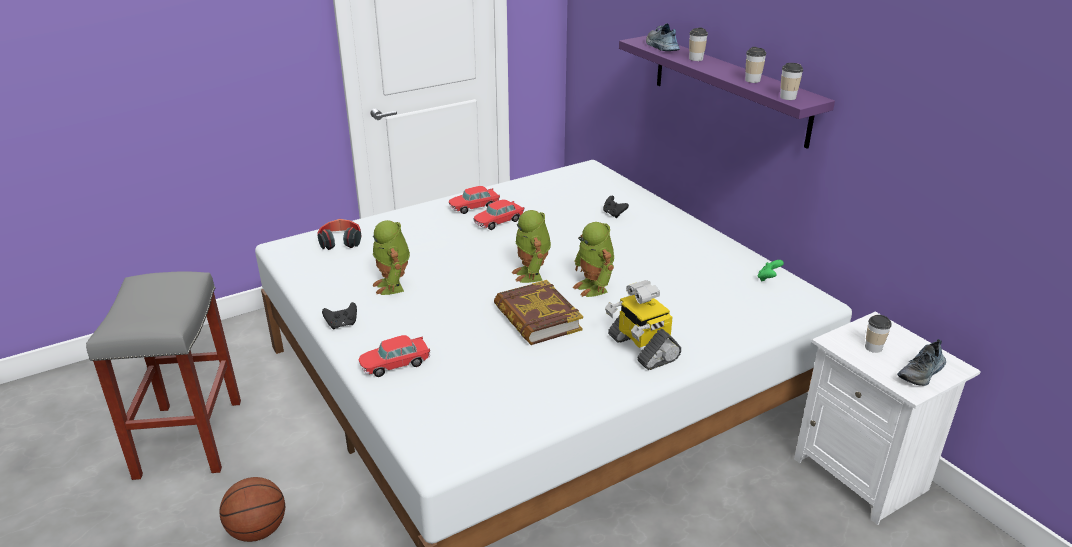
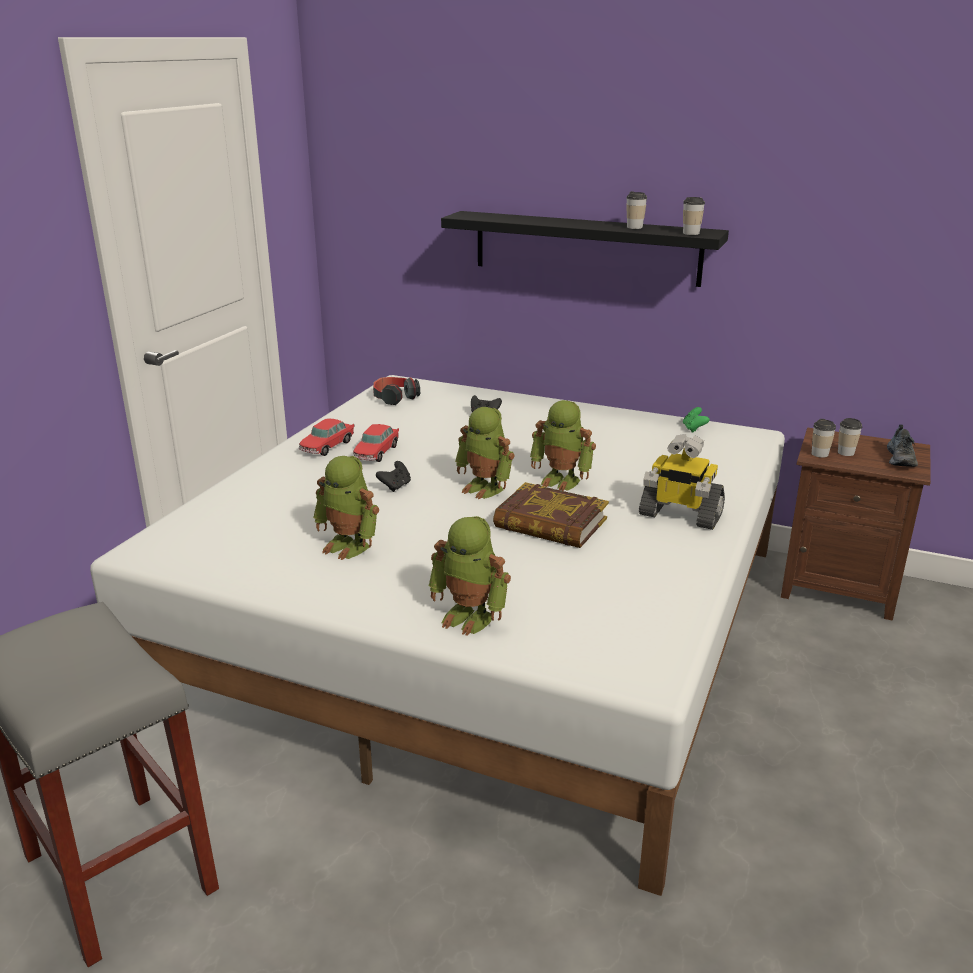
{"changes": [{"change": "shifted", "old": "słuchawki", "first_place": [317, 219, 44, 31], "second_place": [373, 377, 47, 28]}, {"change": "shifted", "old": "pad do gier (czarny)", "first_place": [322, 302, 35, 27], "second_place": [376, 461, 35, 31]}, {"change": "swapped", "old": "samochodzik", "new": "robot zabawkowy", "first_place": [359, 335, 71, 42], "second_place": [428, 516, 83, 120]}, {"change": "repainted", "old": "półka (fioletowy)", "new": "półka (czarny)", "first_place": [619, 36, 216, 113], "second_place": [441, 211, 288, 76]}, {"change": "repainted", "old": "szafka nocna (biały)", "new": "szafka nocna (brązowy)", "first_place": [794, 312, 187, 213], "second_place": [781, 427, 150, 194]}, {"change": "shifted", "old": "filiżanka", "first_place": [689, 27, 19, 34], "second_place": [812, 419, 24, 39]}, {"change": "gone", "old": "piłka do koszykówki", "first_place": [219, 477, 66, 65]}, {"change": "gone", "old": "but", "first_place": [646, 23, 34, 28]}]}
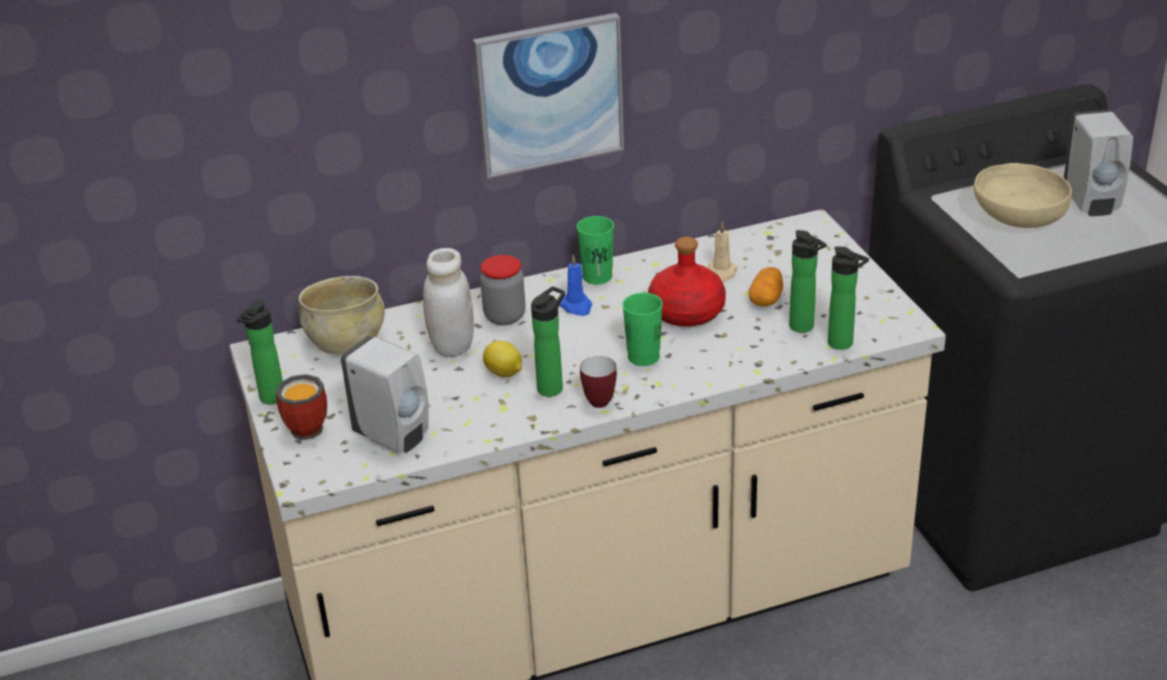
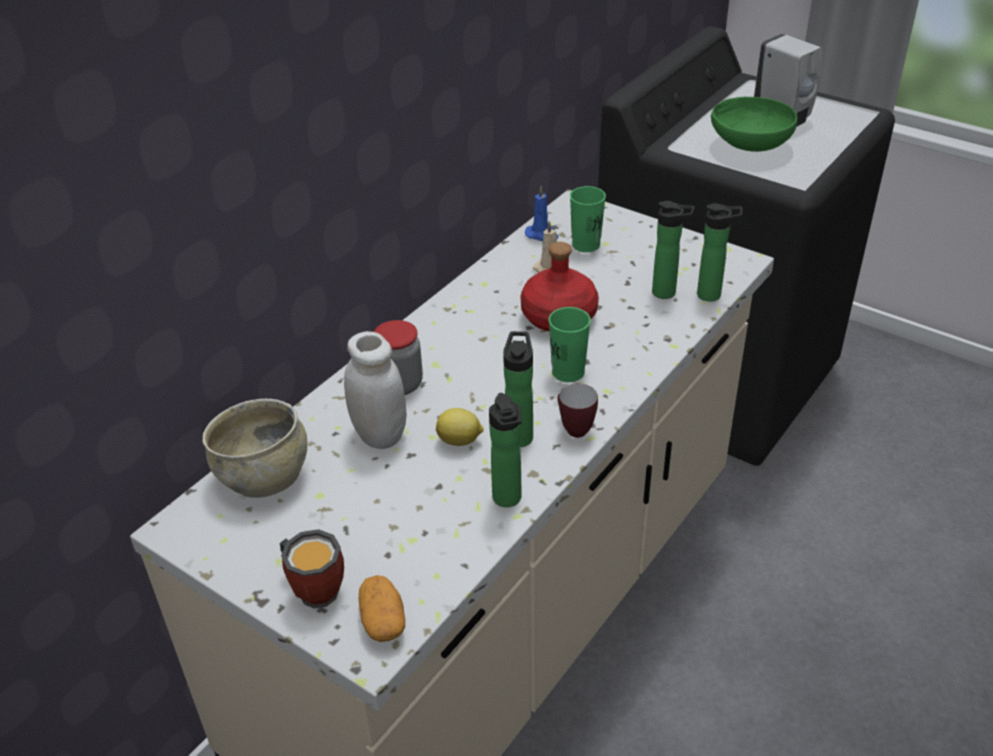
{"changes": [{"change": "shifted", "old": "ziemniak", "first_place": [749, 267, 34, 39], "second_place": [359, 575, 46, 67]}, {"change": "shifted", "old": "butelka", "first_place": [236, 299, 47, 106], "second_place": [489, 393, 33, 114]}, {"change": "shifted", "old": "świeca (niebieski)", "first_place": [559, 254, 33, 62], "second_place": [525, 186, 33, 55]}, {"change": "shifted", "old": "filiżanka (zielony)", "first_place": [577, 216, 37, 68], "second_place": [570, 186, 36, 66]}, {"change": "repainted", "old": "miska (beżowy)", "new": "miska (zielony)", "first_place": [973, 163, 99, 65], "second_place": [711, 97, 87, 55]}, {"change": "gone", "old": "dozownik mydła (biały)", "first_place": [341, 335, 88, 118]}, {"change": "gone", "old": "obraz", "first_place": [473, 13, 151, 166]}]}
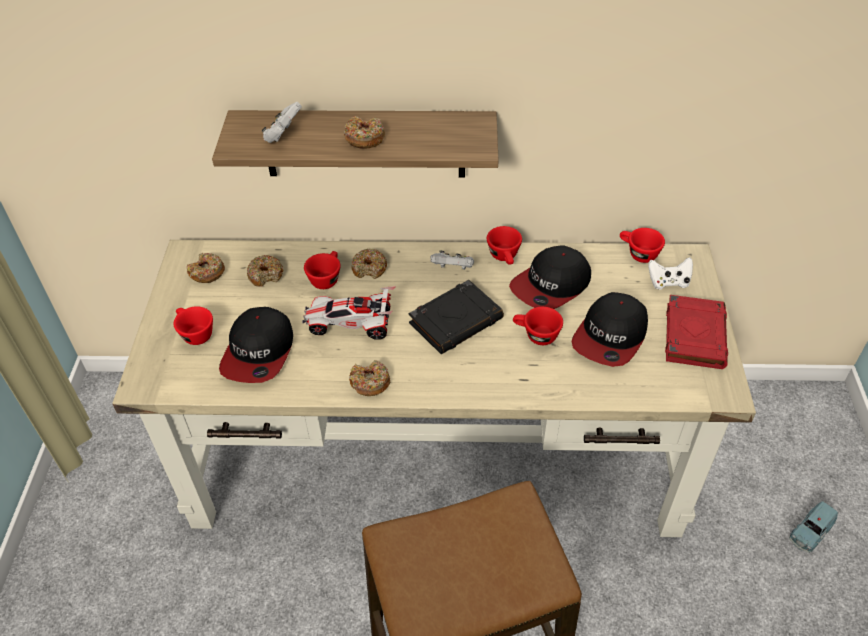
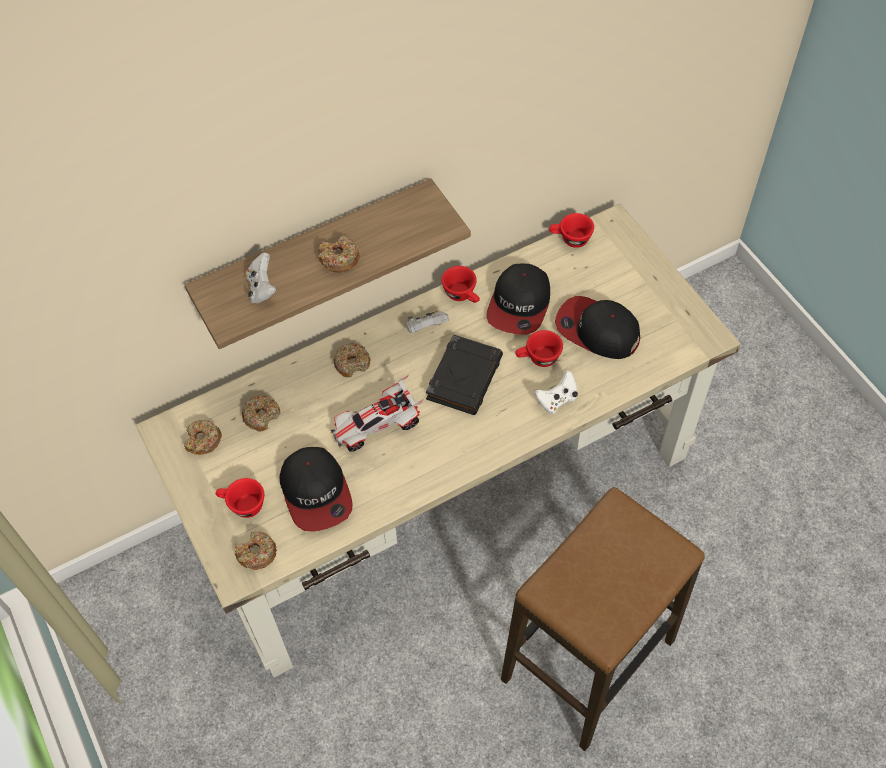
{"changes": [{"change": "shifted", "old": "donut", "first_place": [349, 360, 41, 36], "second_place": [235, 530, 42, 40]}, {"change": "shifted", "old": "pad do gier (biały)", "first_place": [648, 257, 45, 33], "second_place": [534, 370, 44, 44]}, {"change": "rotated", "old": "czapka z daszkiem", "first_place": [572, 292, 76, 75], "second_place": [555, 296, 85, 63], "degrees": 120}, {"change": "gone", "old": "filiżanka (czerwony)", "first_place": [304, 251, 36, 38]}, {"change": "gone", "old": "książka (czerwony)", "first_place": [665, 295, 63, 74]}, {"change": "gone", "old": "samochodzik (niebieski)", "first_place": [789, 501, 49, 52]}]}
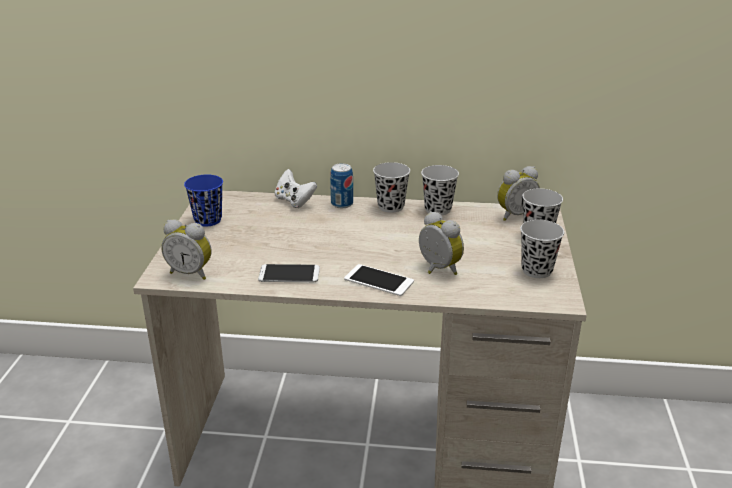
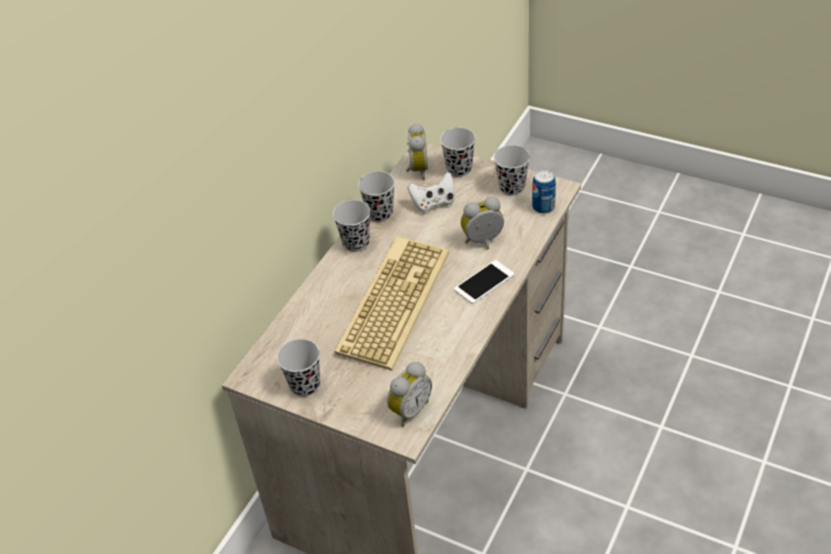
{"changes": [{"change": "repainted", "old": "filiżanka (niebieski)", "new": "filiżanka (czarny)", "first_place": [184, 175, 39, 51], "second_place": [277, 339, 43, 58]}, {"change": "new", "new": "klawiatura", "second_place": [335, 237, 114, 134]}, {"change": "shifted", "old": "pad do gier (biały)", "first_place": [275, 169, 42, 39], "second_place": [407, 172, 48, 40]}, {"change": "shifted", "old": "puszka", "first_place": [330, 163, 23, 45], "second_place": [532, 170, 24, 44]}, {"change": "gone", "old": "telefon", "first_place": [258, 264, 62, 18]}]}
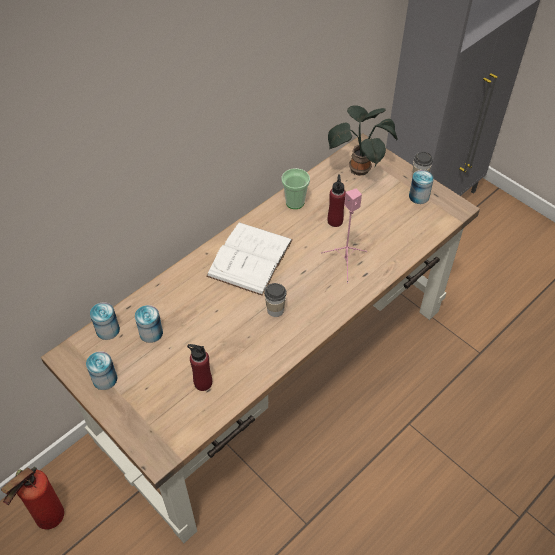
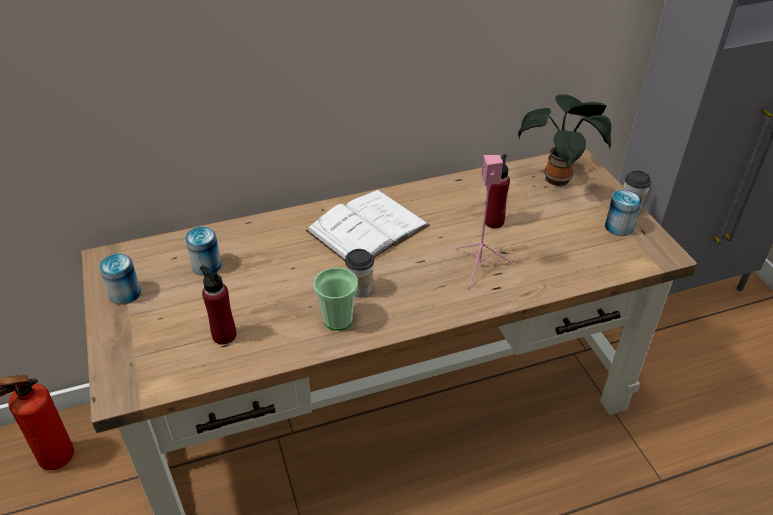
{"changes": [{"change": "shifted", "old": "filiżanka", "first_place": [281, 168, 29, 41], "second_place": [314, 268, 44, 63]}, {"change": "gone", "old": "puszka", "first_place": [90, 302, 30, 38]}]}
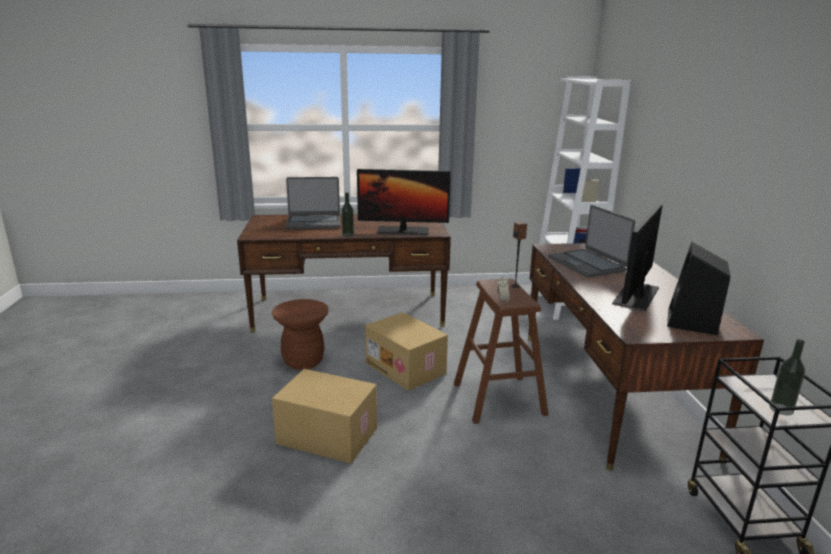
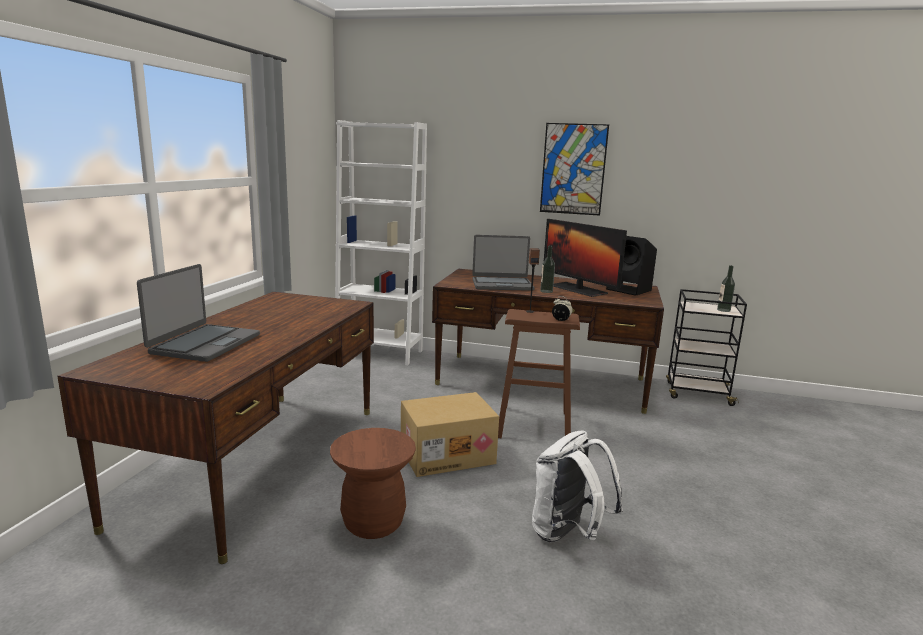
{"changes": [{"change": "swapped", "old": "karton", "new": "plecak (biały)", "first_place": [272, 369, 105, 95], "second_place": [532, 431, 91, 111]}, {"change": "new", "new": "obraz", "second_place": [540, 123, 69, 93]}, {"change": "shifted", "old": "butelka", "first_place": [341, 192, 13, 45], "second_place": [540, 246, 15, 47]}, {"change": "gone", "old": "monitor", "first_place": [357, 169, 94, 66]}]}
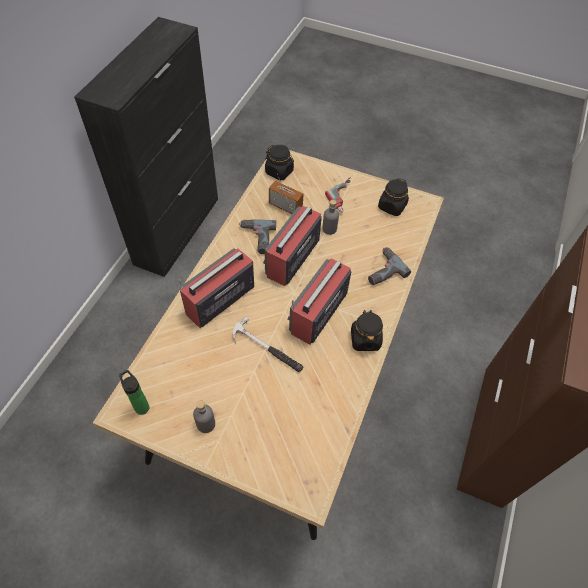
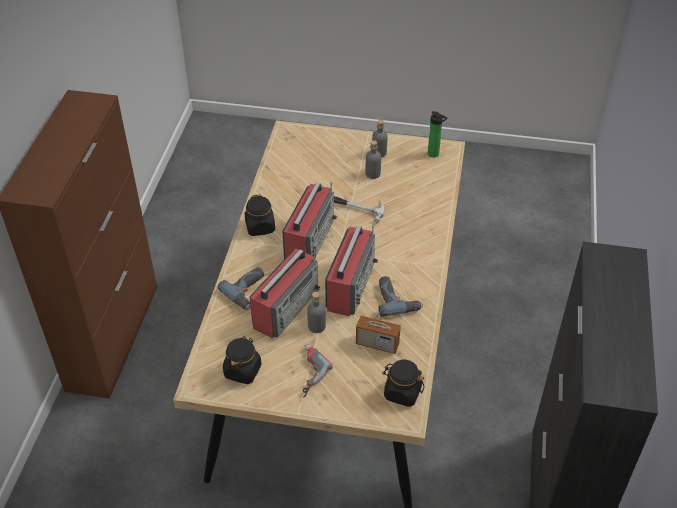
{"changes": [{"change": "shifted", "old": "radio", "first_place": [179, 248, 75, 80], "second_place": [250, 249, 70, 90]}, {"change": "new", "new": "butelka (szary)", "second_place": [365, 140, 16, 39]}]}
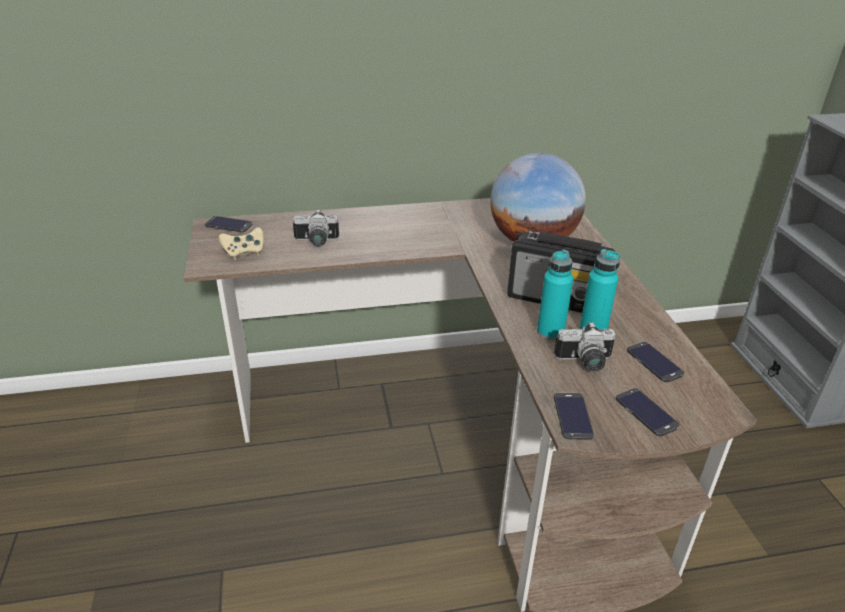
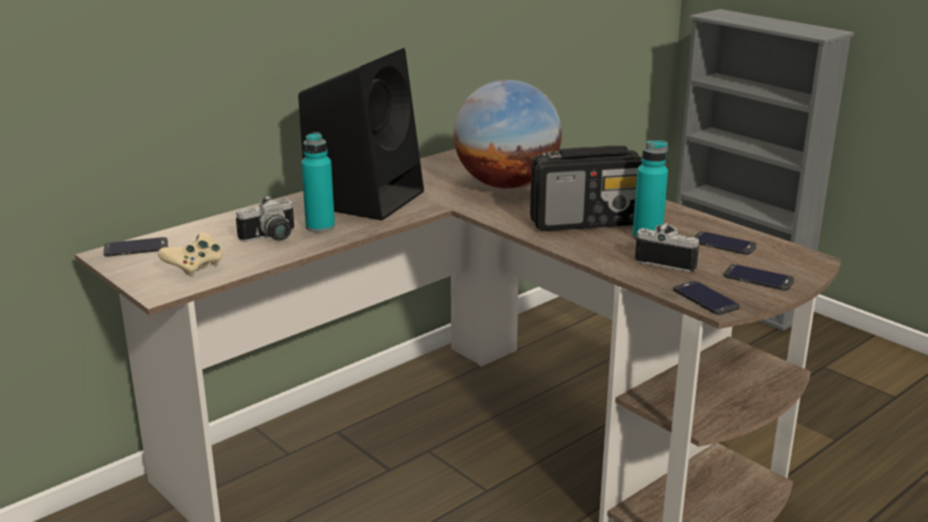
{"changes": [{"change": "new", "new": "głośnik (czarny)", "second_place": [298, 48, 126, 173]}, {"change": "shifted", "old": "butelka (turkusowy)", "first_place": [537, 250, 36, 90], "second_place": [301, 132, 34, 101]}, {"change": "rotated", "old": "aparat fotograficzny", "first_place": [554, 322, 62, 50], "second_place": [635, 223, 64, 49], "degrees": -120}]}
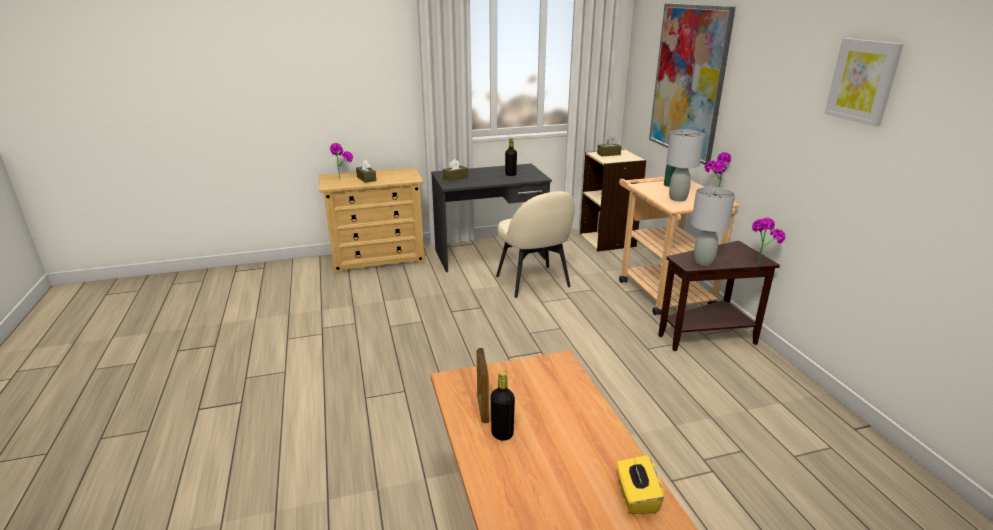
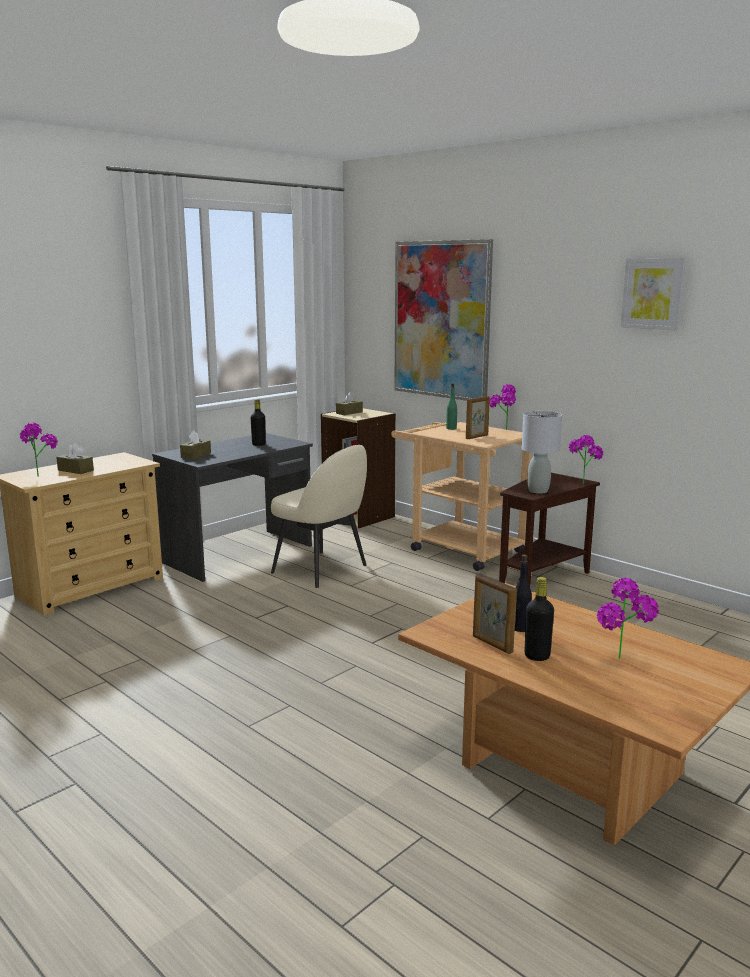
{"changes": [{"change": "swapped", "old": "lampa stołowa (szary)", "new": "ramka na zdjęcie", "first_place": [666, 129, 39, 72], "second_place": [466, 396, 24, 43]}, {"change": "new", "new": "butelka (czarny)", "second_place": [515, 554, 17, 78]}, {"change": "new", "new": "roślina doniczkowa", "second_place": [597, 578, 62, 81]}, {"change": "gone", "old": "pudełko chusteczek (żółty)", "first_place": [617, 455, 47, 59]}]}
